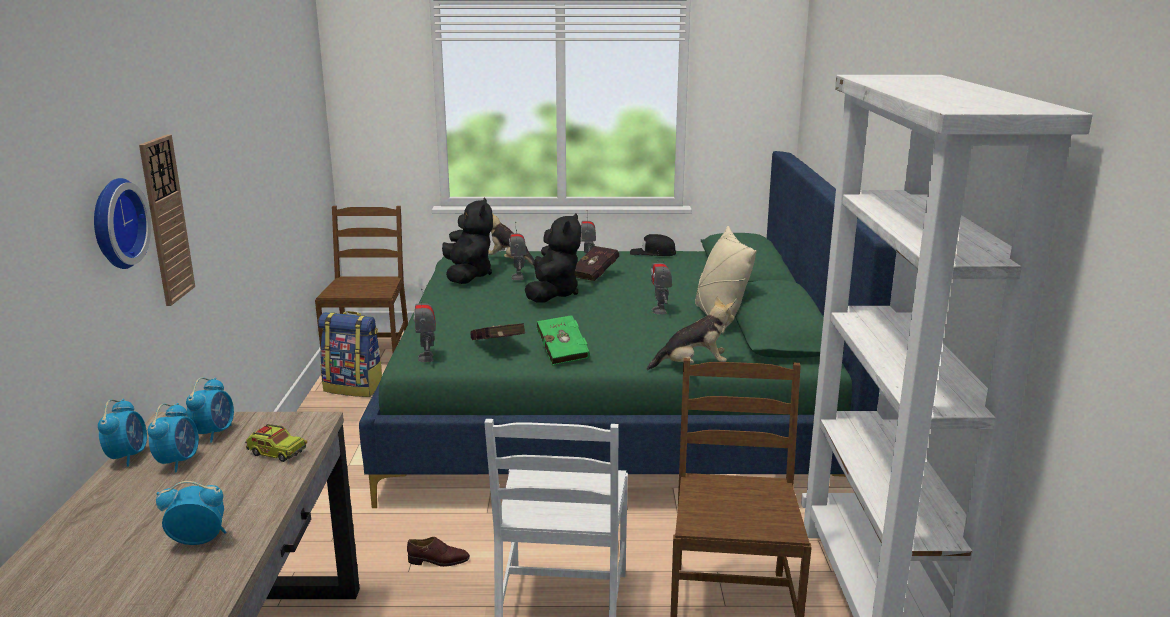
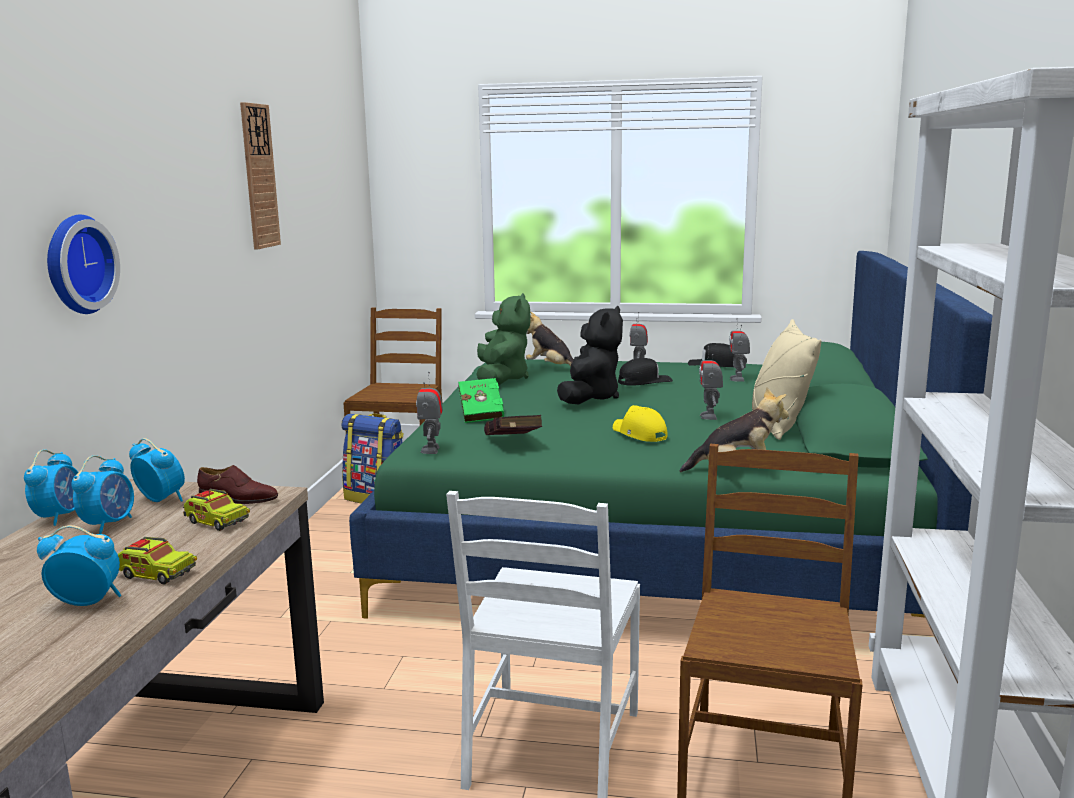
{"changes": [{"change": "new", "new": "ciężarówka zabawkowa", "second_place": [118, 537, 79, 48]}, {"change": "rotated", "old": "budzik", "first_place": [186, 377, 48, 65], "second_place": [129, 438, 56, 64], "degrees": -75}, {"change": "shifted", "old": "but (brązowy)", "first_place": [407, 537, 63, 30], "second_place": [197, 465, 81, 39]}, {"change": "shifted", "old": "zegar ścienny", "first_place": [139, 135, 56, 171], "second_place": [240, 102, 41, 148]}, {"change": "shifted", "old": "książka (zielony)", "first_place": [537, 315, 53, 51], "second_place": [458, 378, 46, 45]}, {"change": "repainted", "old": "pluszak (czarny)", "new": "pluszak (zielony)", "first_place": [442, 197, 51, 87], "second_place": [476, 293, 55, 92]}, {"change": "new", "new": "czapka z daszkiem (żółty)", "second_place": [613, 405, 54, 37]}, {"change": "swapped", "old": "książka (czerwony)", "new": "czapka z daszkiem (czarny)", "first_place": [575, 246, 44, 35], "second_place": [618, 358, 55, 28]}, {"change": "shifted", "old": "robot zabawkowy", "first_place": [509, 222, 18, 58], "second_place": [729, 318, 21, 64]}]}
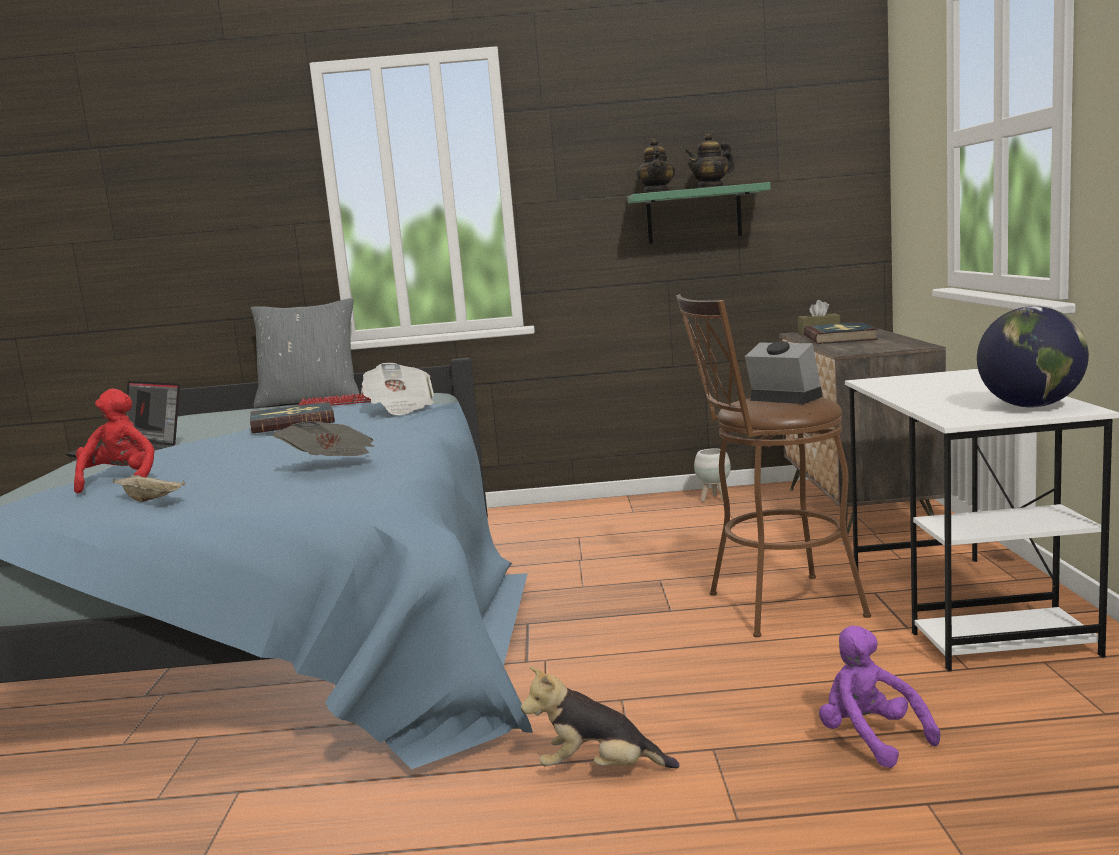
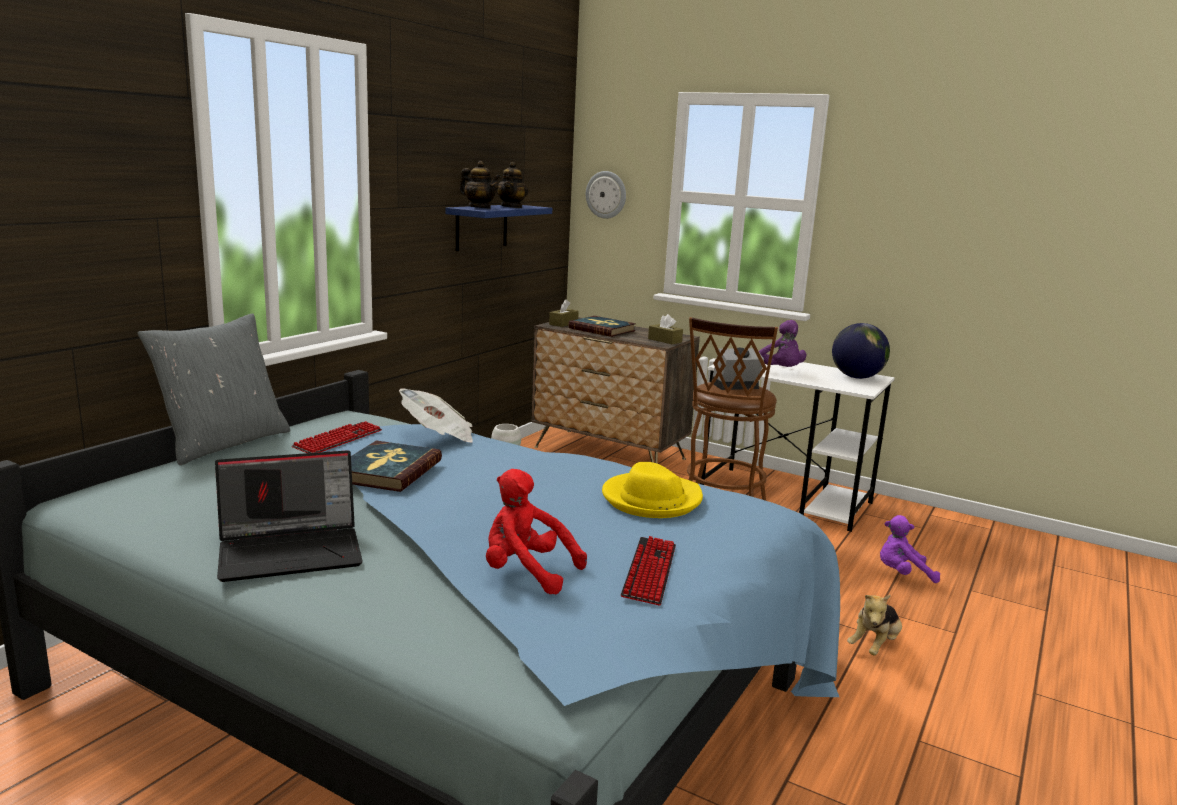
{"changes": [{"change": "repainted", "old": "półka (zielony)", "new": "półka (niebieski)", "first_place": [627, 182, 144, 62], "second_place": [445, 205, 107, 46]}, {"change": "new", "new": "zegar ścienny", "second_place": [586, 171, 40, 48]}, {"change": "swapped", "old": "gazeta", "new": "kapelusz (żółty)", "first_place": [272, 421, 102, 35], "second_place": [602, 462, 101, 56]}, {"change": "swapped", "old": "taca (beżowy)", "new": "klawiatura", "first_place": [113, 475, 72, 27], "second_place": [621, 536, 55, 70]}, {"change": "new", "new": "pudełko chusteczek (brązowy)", "second_place": [648, 314, 35, 30]}, {"change": "new", "new": "pluszak (fioletowy)", "second_place": [759, 320, 47, 47]}]}
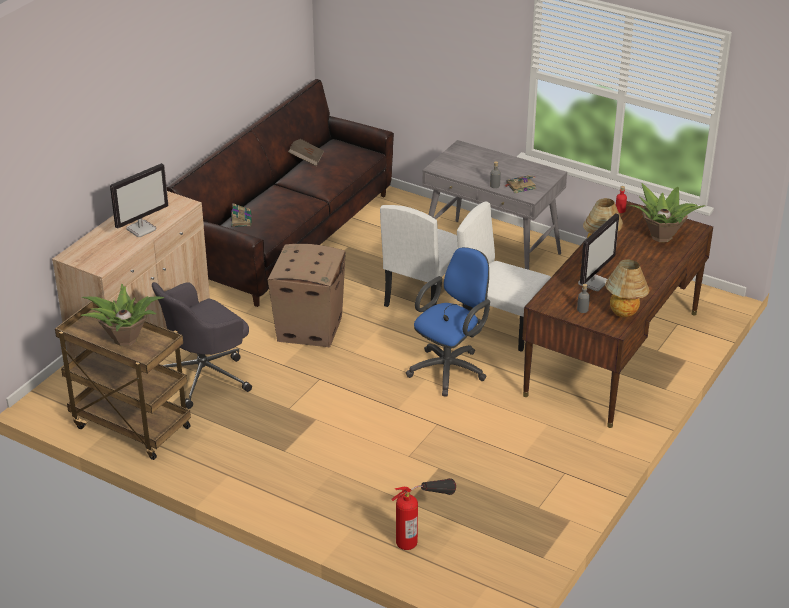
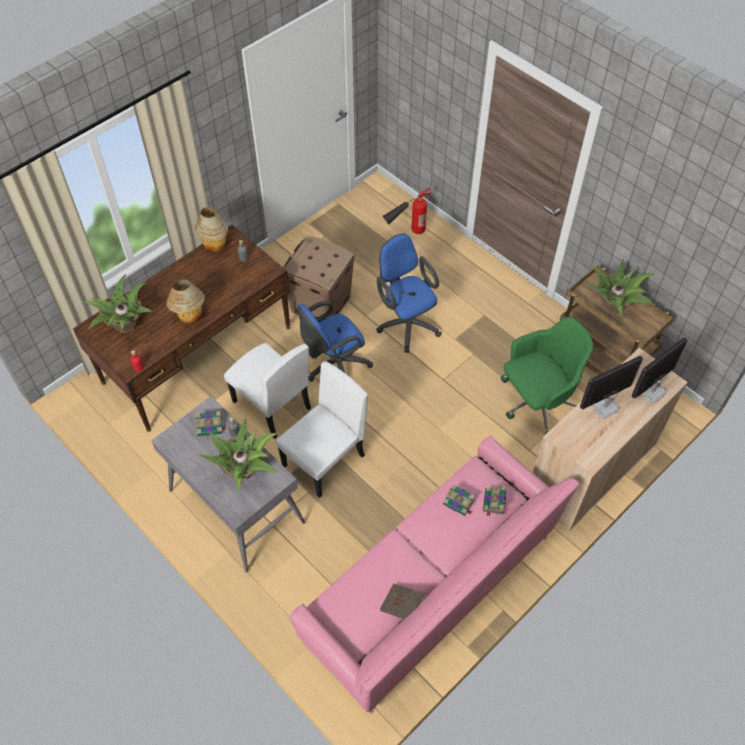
{"changes": [{"change": "new", "new": "roślina doniczkowa", "second_place": [199, 418, 79, 73]}, {"change": "shifted", "old": "karton", "first_place": [268, 244, 78, 104], "second_place": [283, 236, 71, 83]}, {"change": "repainted", "old": "kanapa (brązowy)", "new": "kanapa (różowy)", "first_place": [167, 79, 227, 228], "second_place": [289, 436, 290, 278]}, {"change": "new", "new": "krzesło biurowe (niebieski)", "second_place": [376, 233, 65, 120]}, {"change": "new", "new": "książka", "second_place": [443, 484, 32, 32]}, {"change": "repainted", "old": "krzesło biurowe (szary)", "new": "krzesło biurowe (zielony)", "first_place": [152, 282, 100, 127], "second_place": [500, 317, 93, 118]}, {"change": "shifted", "old": "monitor", "first_place": [578, 213, 41, 78], "second_place": [632, 337, 55, 67]}]}
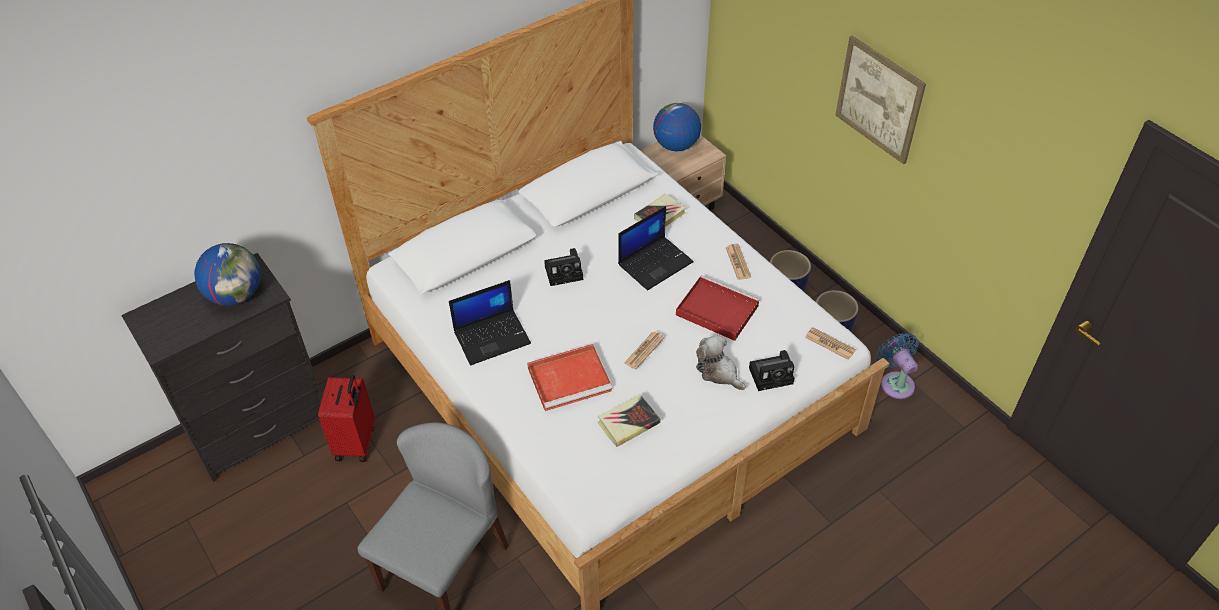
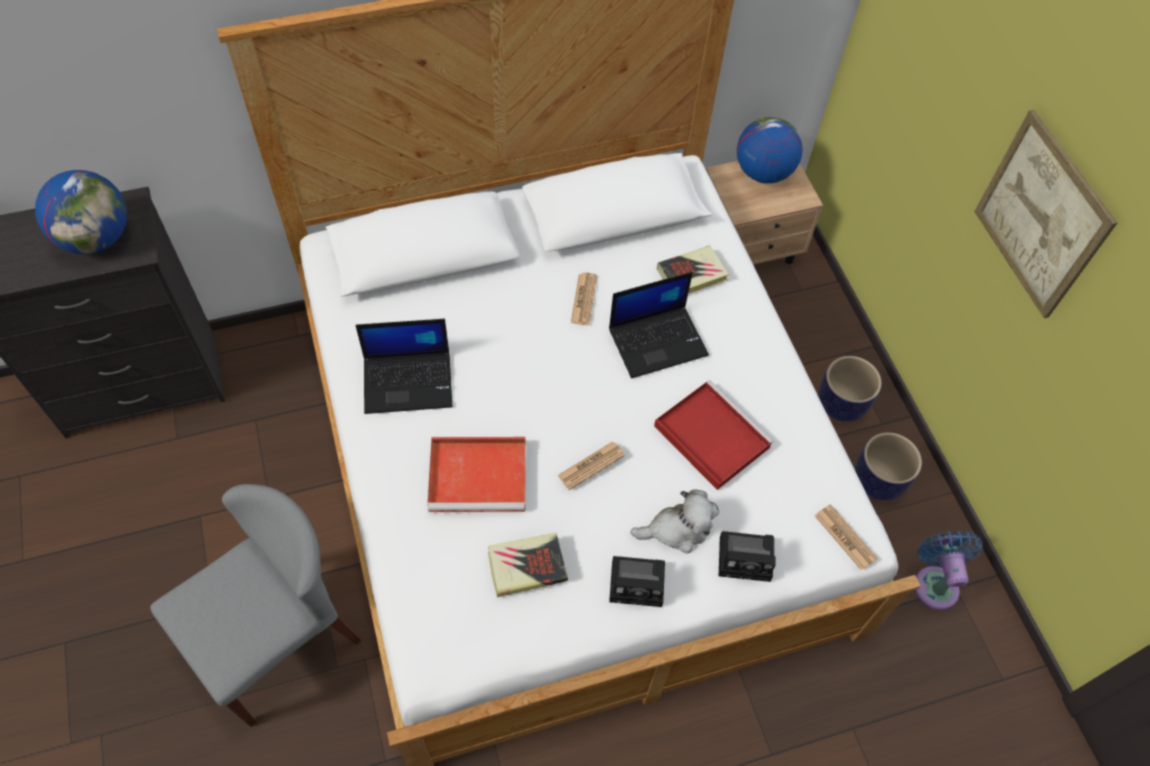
{"changes": [{"change": "shifted", "old": "gazeta", "first_place": [725, 244, 26, 36], "second_place": [571, 272, 26, 53]}, {"change": "shifted", "old": "aparat fotograficzny", "first_place": [544, 248, 39, 38], "second_place": [609, 556, 56, 51]}, {"change": "rotated", "old": "pluszak", "first_place": [696, 335, 50, 55], "second_place": [630, 489, 89, 64], "degrees": 105}, {"change": "gone", "old": "walizka (czerwony)", "first_place": [318, 375, 57, 87]}]}
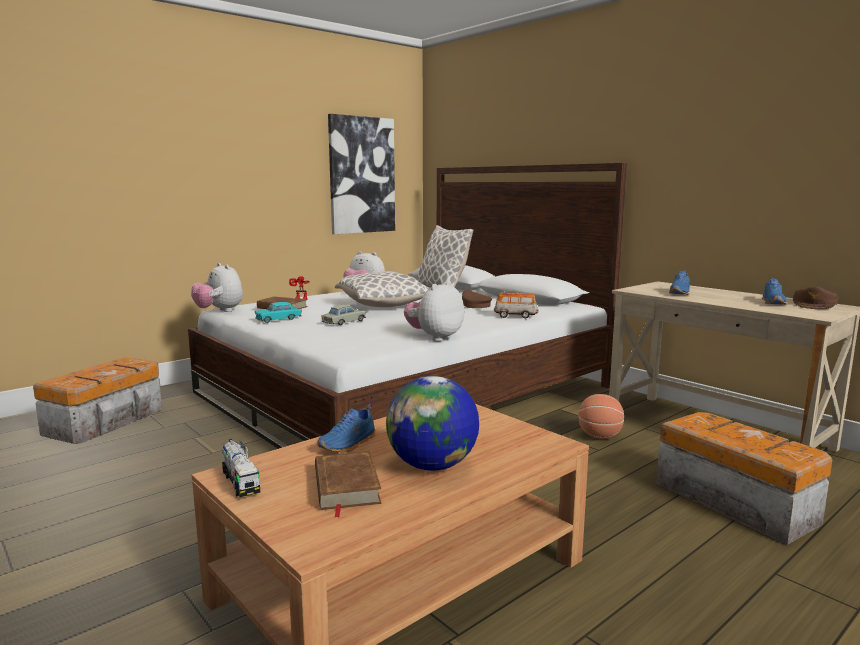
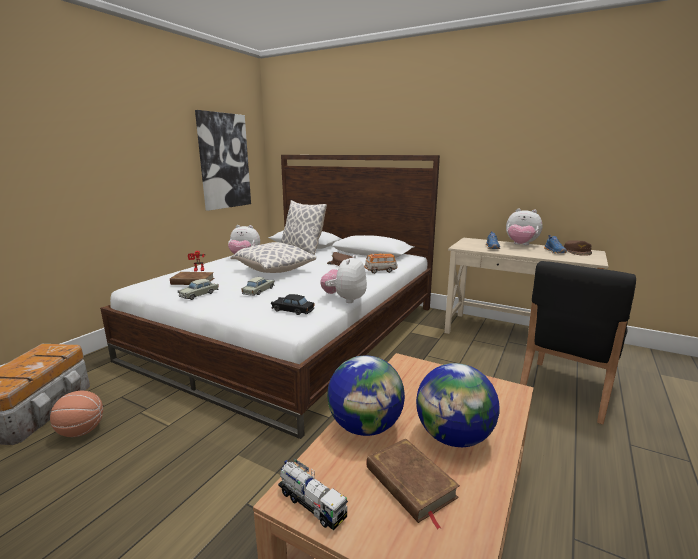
{"changes": [{"change": "shifted", "old": "piłka do koszykówki", "first_place": [578, 394, 46, 45], "second_place": [50, 390, 53, 47]}, {"change": "repainted", "old": "samochodzik (turkusowy)", "new": "samochodzik (beżowy)", "first_place": [255, 302, 47, 21], "second_place": [178, 279, 41, 21]}, {"change": "new", "new": "samochodzik (czarny)", "second_place": [271, 294, 44, 21]}, {"change": "swapped", "old": "but (niebieski)", "new": "globus", "first_place": [317, 404, 59, 48], "second_place": [327, 355, 78, 81]}, {"change": "shifted", "old": "pluszak", "first_place": [191, 263, 52, 49], "second_place": [506, 208, 37, 37]}, {"change": "swapped", "old": "pojemnik do przechowywania", "new": "krzesło (czarny)", "first_place": [656, 412, 176, 133], "second_place": [520, 261, 116, 164]}]}
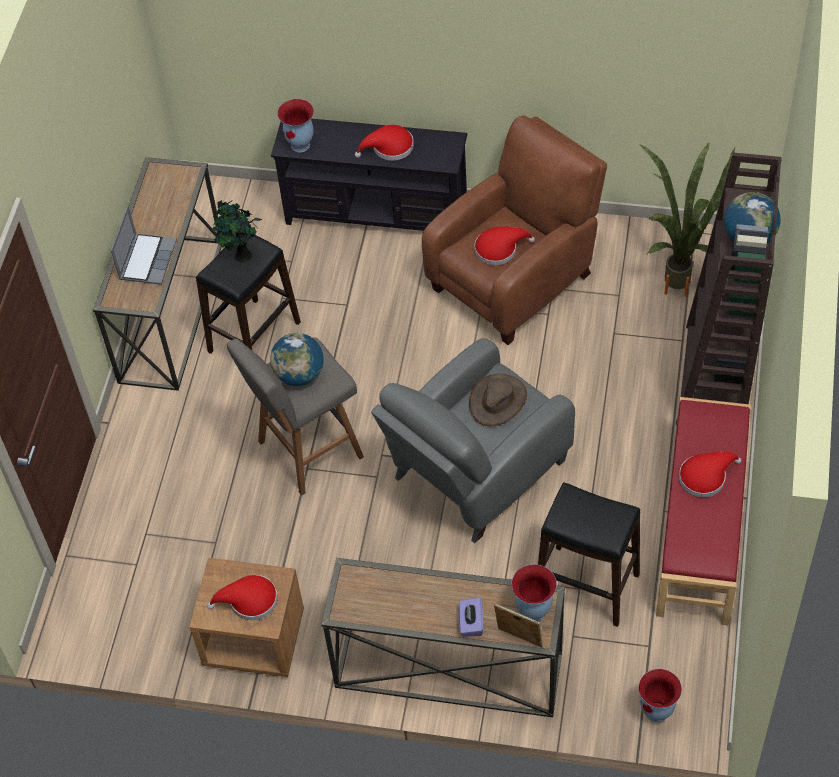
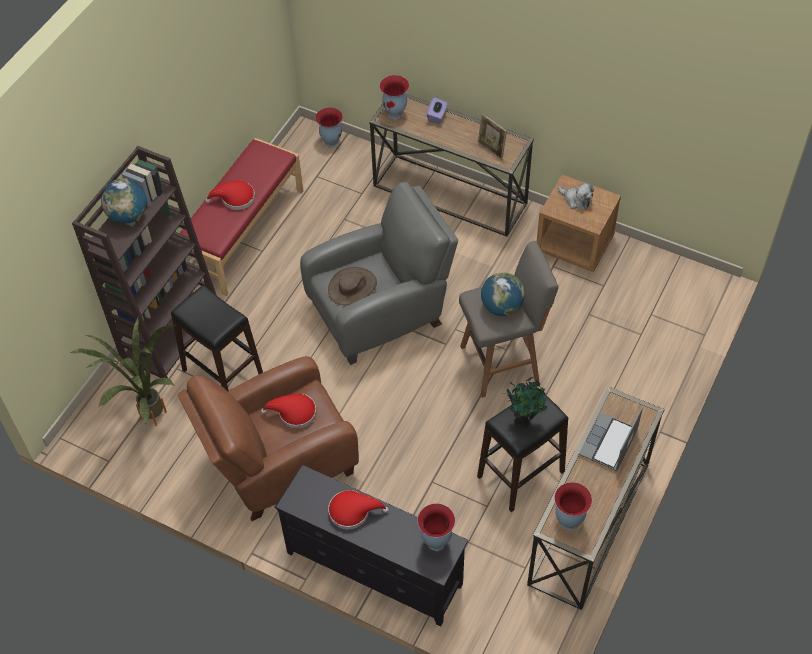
{"changes": [{"change": "shifted", "old": "stołek (czarny)", "first_place": [538, 483, 102, 144], "second_place": [171, 285, 92, 106]}, {"change": "shifted", "old": "ramka na zdjęcie", "first_place": [494, 604, 49, 43], "second_place": [478, 113, 29, 47]}, {"change": "new", "new": "wazon", "second_place": [554, 482, 38, 48]}, {"change": "swapped", "old": "kapelusz (czerwony)", "new": "pluszak", "first_place": [207, 575, 71, 45], "second_place": [558, 183, 36, 27]}]}
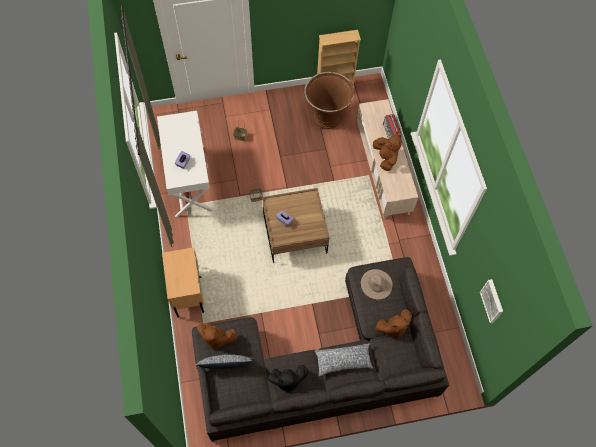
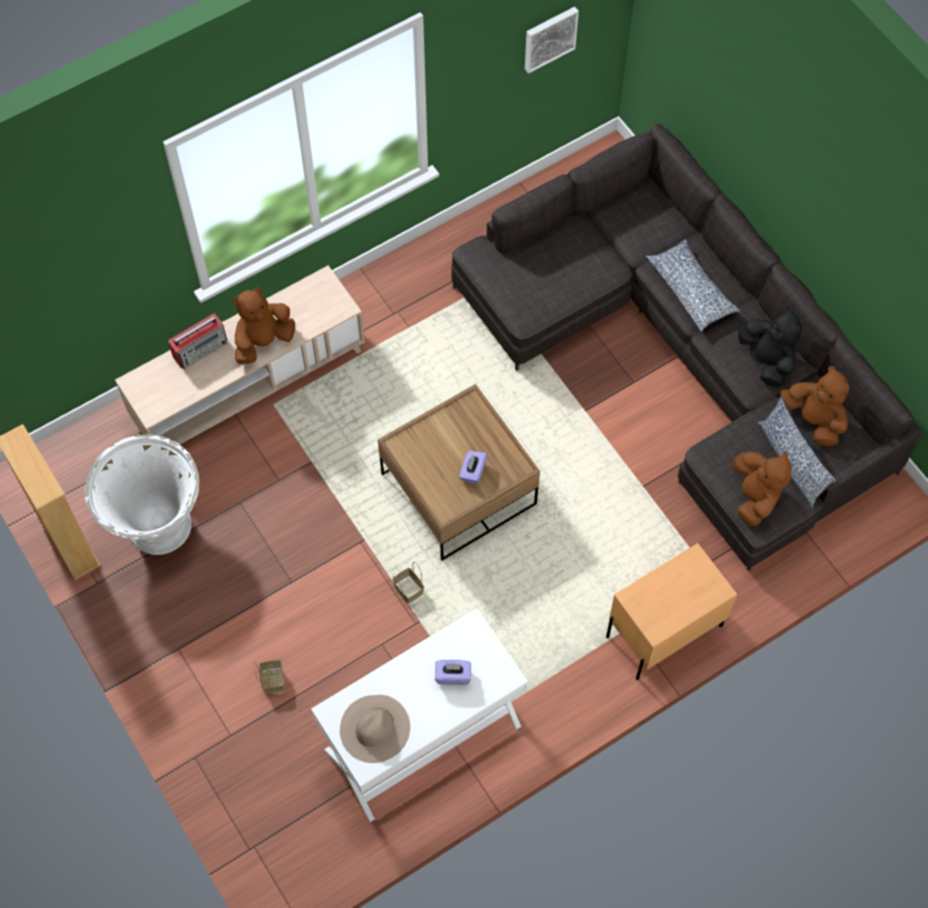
{"changes": [{"change": "repainted", "old": "donica (brązowy)", "new": "donica (biały)", "first_place": [304, 72, 51, 57], "second_place": [85, 435, 114, 120]}, {"change": "shifted", "old": "kapelusz (beżowy)", "first_place": [361, 269, 32, 30], "second_place": [340, 695, 70, 68]}, {"change": "shifted", "old": "pluszak (brązowy)", "first_place": [375, 309, 37, 30], "second_place": [780, 365, 69, 81]}]}
